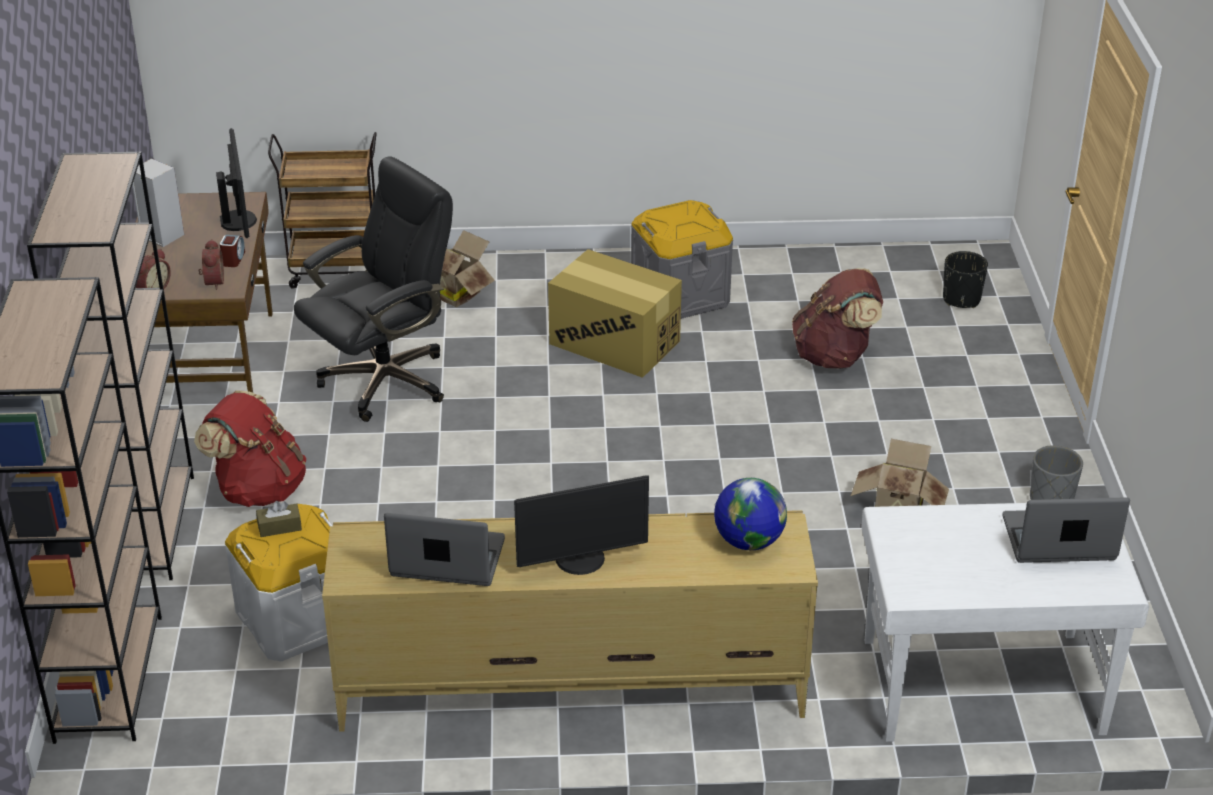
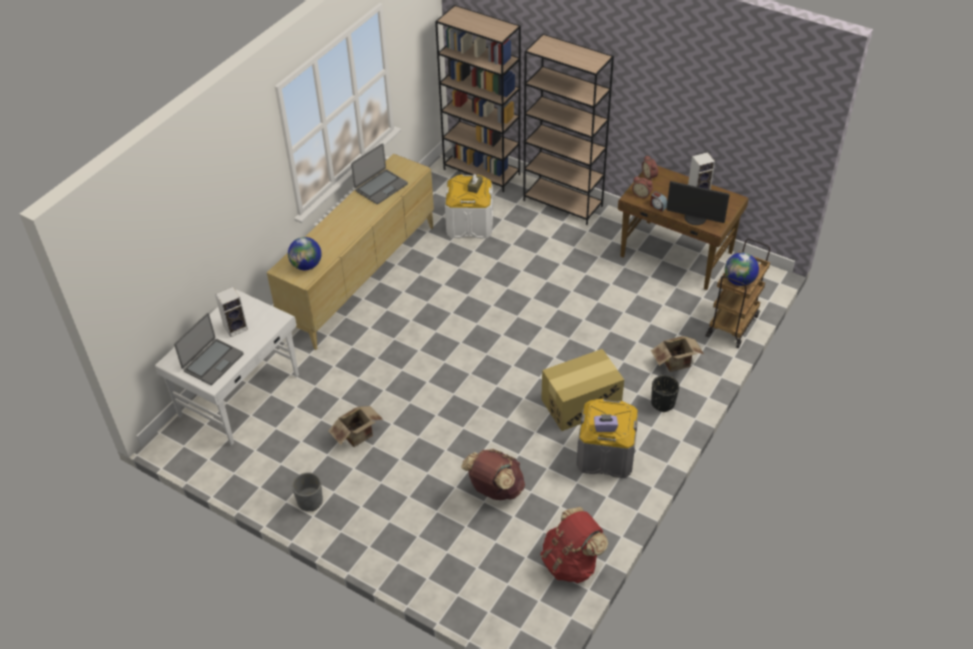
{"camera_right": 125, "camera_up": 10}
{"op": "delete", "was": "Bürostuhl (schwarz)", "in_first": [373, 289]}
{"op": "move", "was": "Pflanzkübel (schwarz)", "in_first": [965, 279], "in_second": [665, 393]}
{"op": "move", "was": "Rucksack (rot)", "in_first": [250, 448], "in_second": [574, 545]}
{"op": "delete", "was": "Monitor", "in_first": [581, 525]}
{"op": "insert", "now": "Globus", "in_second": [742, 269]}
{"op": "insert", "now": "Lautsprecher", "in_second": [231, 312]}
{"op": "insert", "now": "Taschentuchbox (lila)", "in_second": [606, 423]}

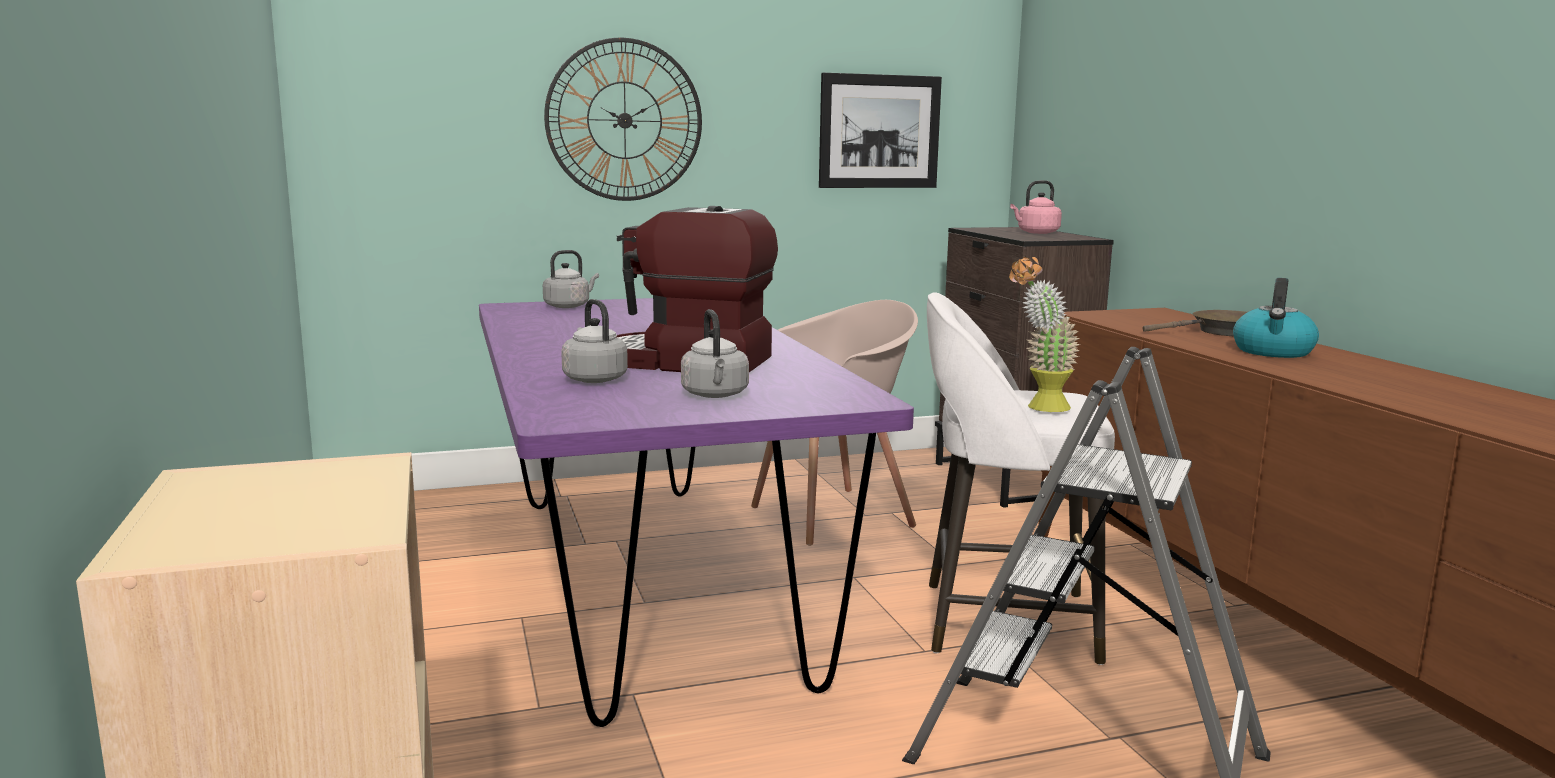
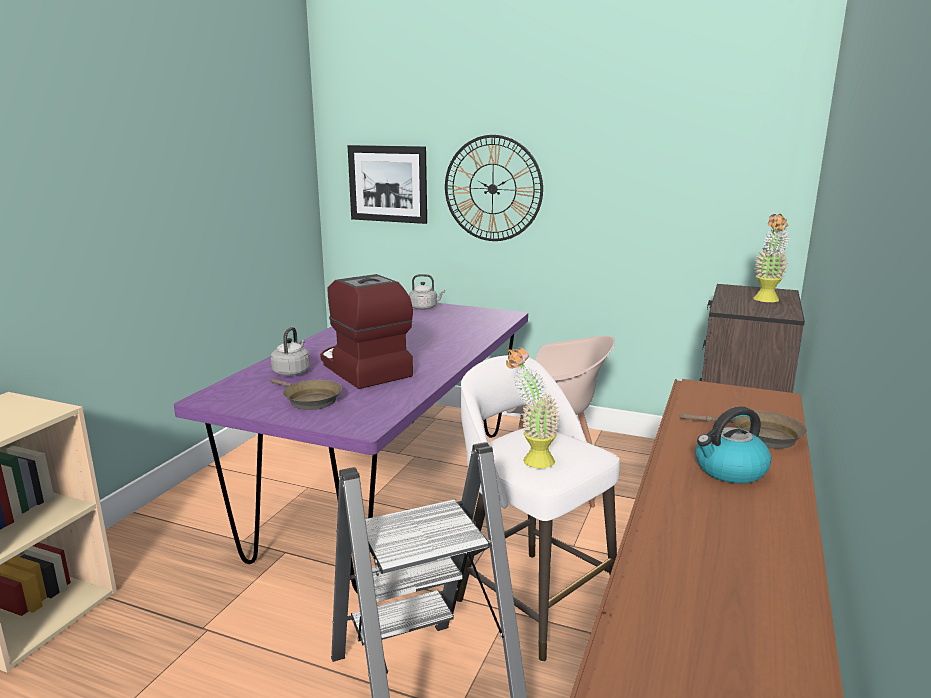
{"camera_right": 40, "camera_up": 5}
{"op": "move", "was": "Bild", "in_first": [880, 130], "in_second": [387, 184]}
{"op": "replace", "was": "Wasserkessel (rosa)", "now": "Topfpflanze", "in_first": [1036, 207], "in_second": [771, 258]}
{"op": "replace", "was": "Wasserkessel (grau)", "now": "Pfanne (braun)", "in_first": [715, 353], "in_second": [306, 394]}

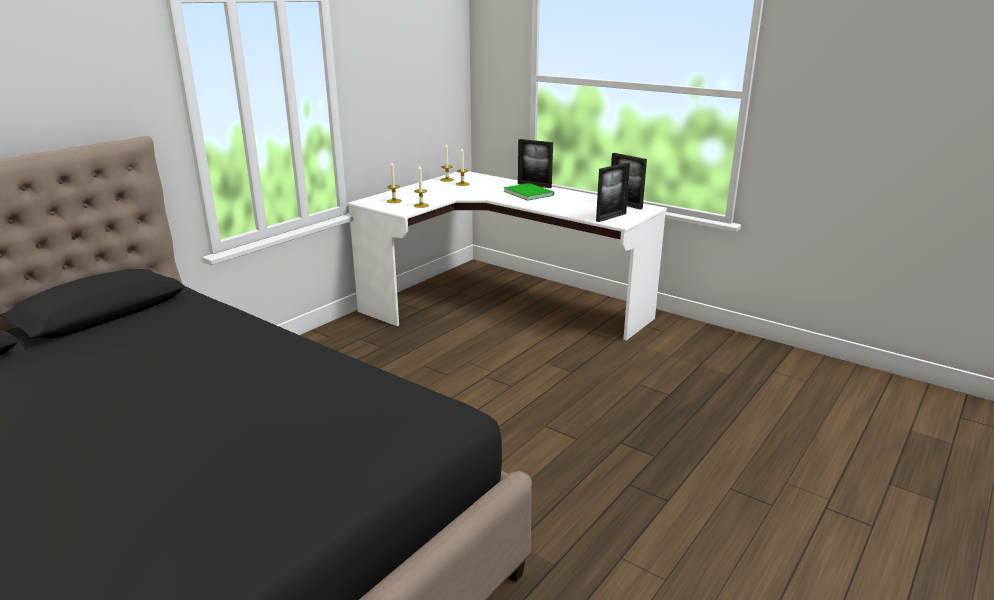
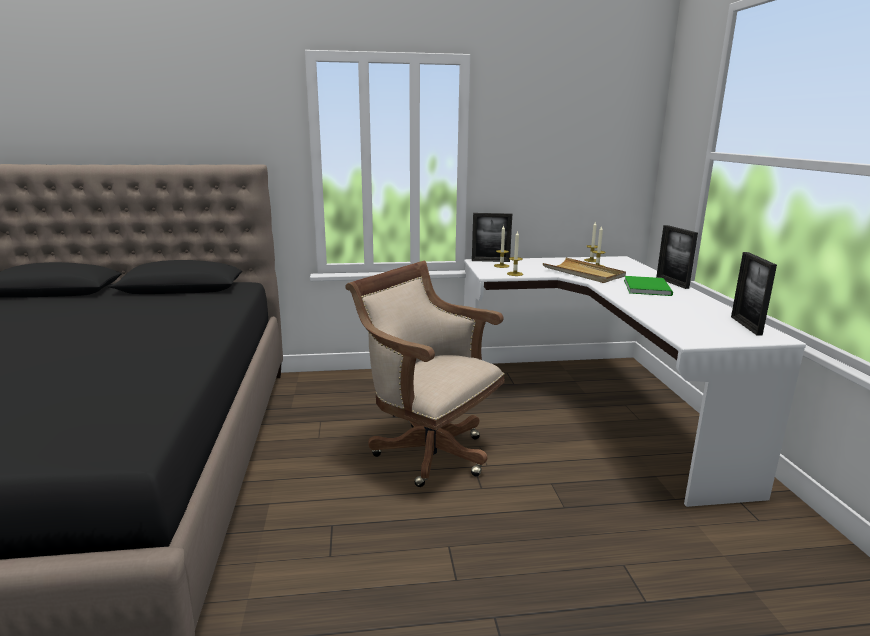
{"camera_right": 45, "camera_up": -5}
{"op": "move", "was": "Bilderrahmen", "in_first": [613, 192], "in_second": [492, 237]}
{"op": "insert", "now": "Tablett (beige)", "in_second": [584, 270]}
{"op": "insert", "now": "Bürostuhl", "in_second": [425, 374]}

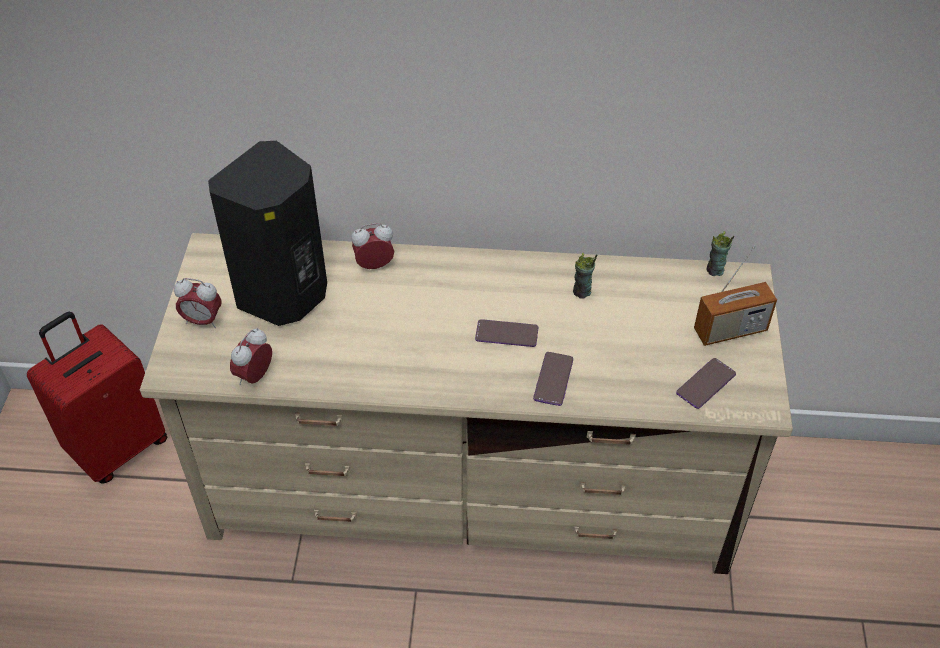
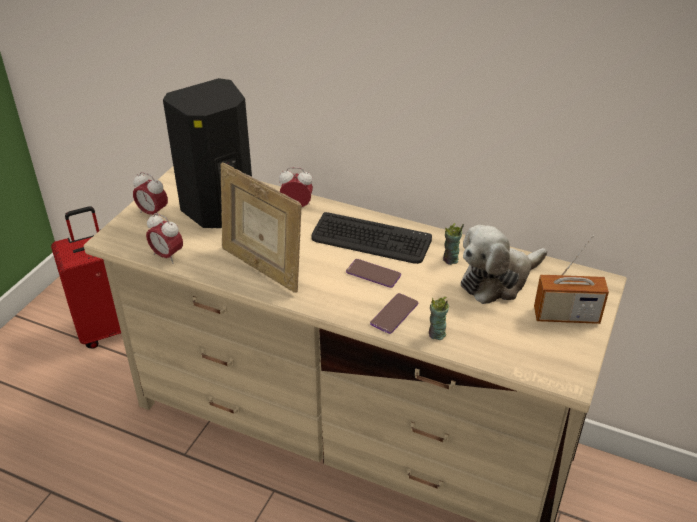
{"camera_right": 20, "camera_up": -10}
{"op": "move", "was": "Tasse", "in_first": [720, 253], "in_second": [439, 318]}
{"op": "rotate", "was": "Wecker", "in_first": [251, 356], "in_second": [164, 238], "clockwise": -105}
{"op": "delete", "was": "Handy", "in_first": [706, 383]}
{"op": "insert", "now": "Bilderrahmen", "in_second": [261, 227]}
{"op": "insert", "now": "Tastatur", "in_second": [371, 238]}
{"op": "insert", "now": "Plüschtier", "in_second": [504, 264]}

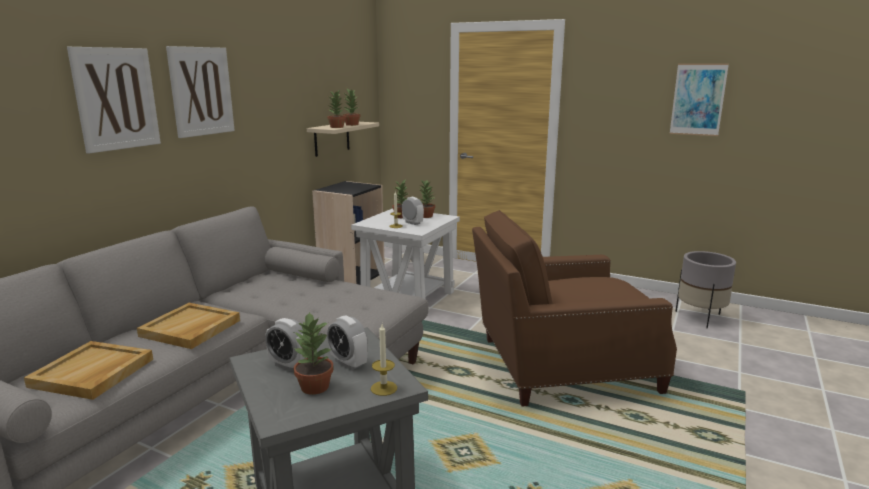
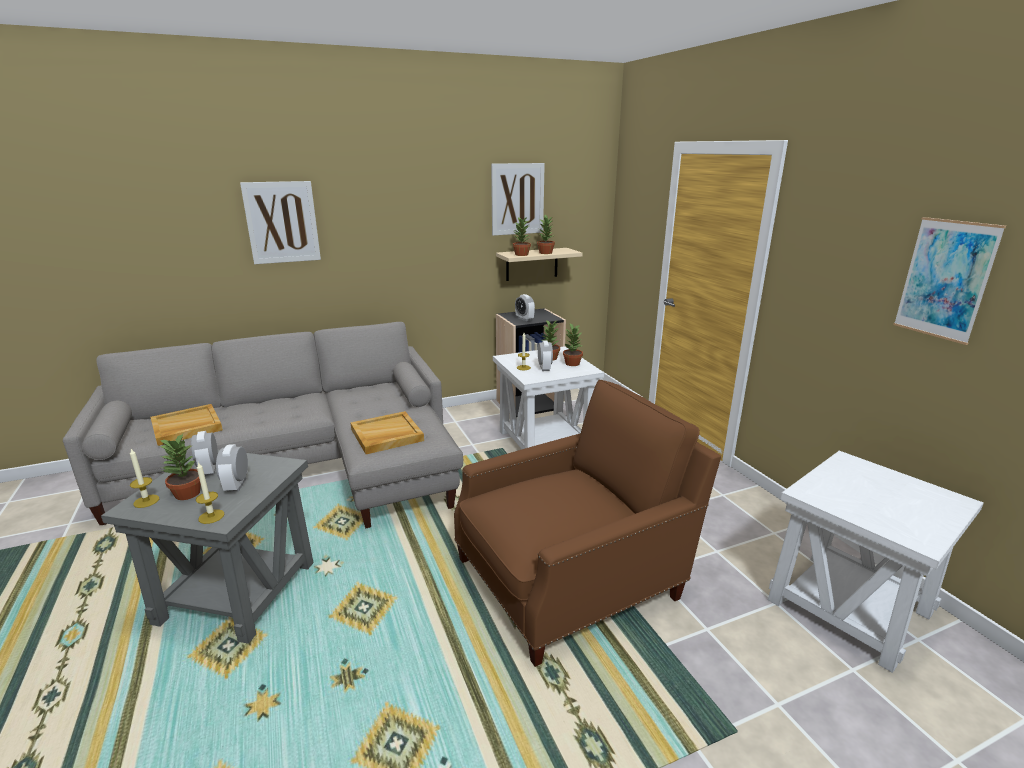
{"camera_right": 40, "camera_up": 5}
{"op": "move", "was": "Bild", "in_first": [200, 92], "in_second": [518, 199]}
{"op": "rotate", "was": "Sessel (braun)", "in_first": [574, 308], "in_second": [587, 523], "clockwise": 120}
{"op": "replace", "was": "Pflanzkübel (grau)", "now": "Beistelltisch (weiß)", "in_first": [706, 290], "in_second": [876, 562]}
{"op": "move", "was": "Tablett (beige)", "in_first": [188, 326], "in_second": [387, 432]}
{"op": "insert", "now": "Wecker", "in_second": [525, 307]}
{"op": "insert", "now": "Kerze", "in_second": [144, 478]}

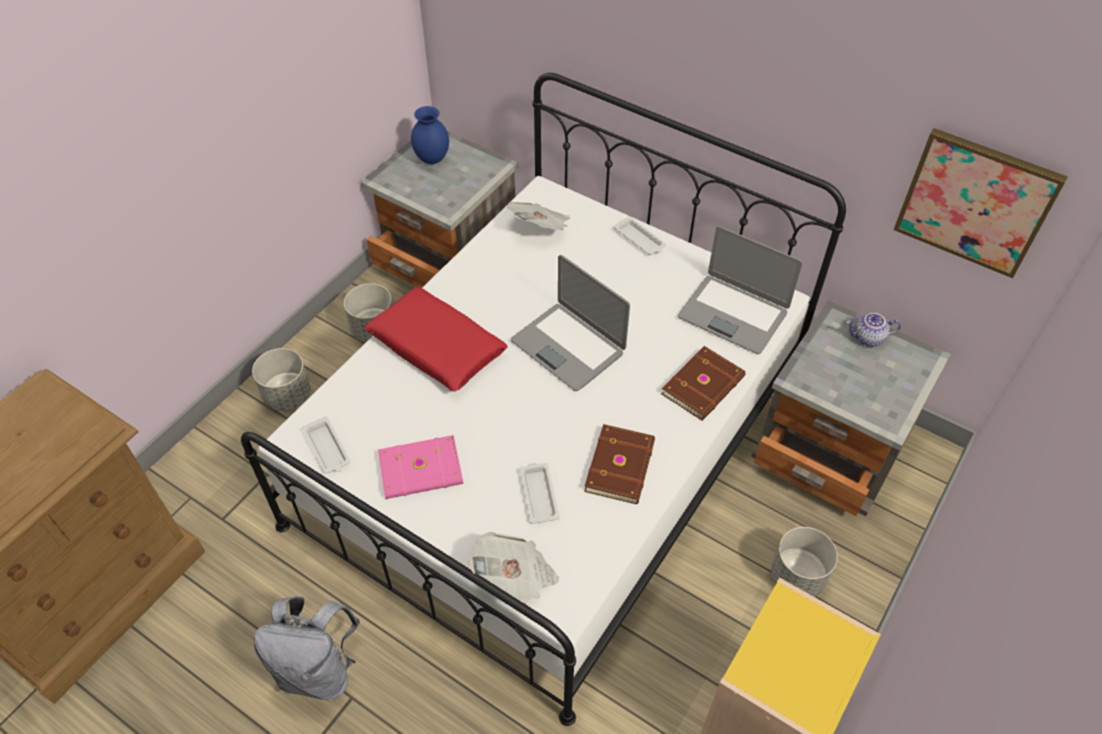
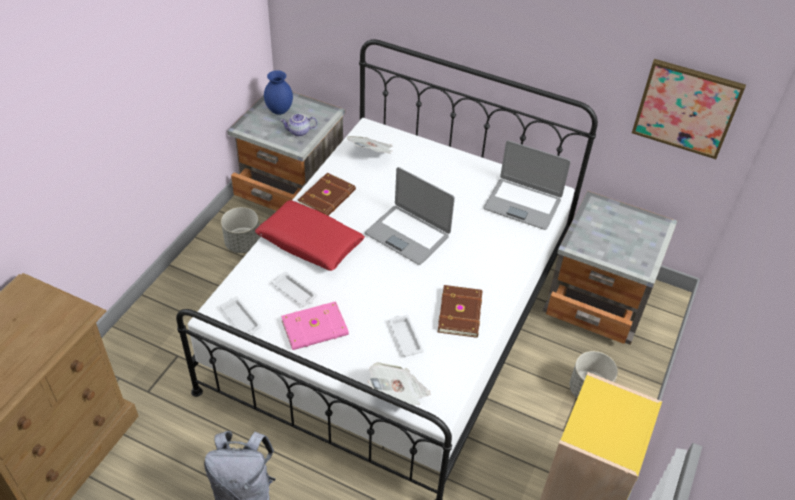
{"camera_right": -10, "camera_up": -5}
{"op": "move", "was": "Tablett (weiß)", "in_first": [640, 235], "in_second": [294, 289]}
{"op": "move", "was": "Teekanne", "in_first": [873, 330], "in_second": [298, 125]}
{"op": "move", "was": "Buch (braun)", "in_first": [704, 383], "in_second": [327, 194]}
{"op": "delete", "was": "Pflanzkübel (grau)", "in_first": [281, 379]}

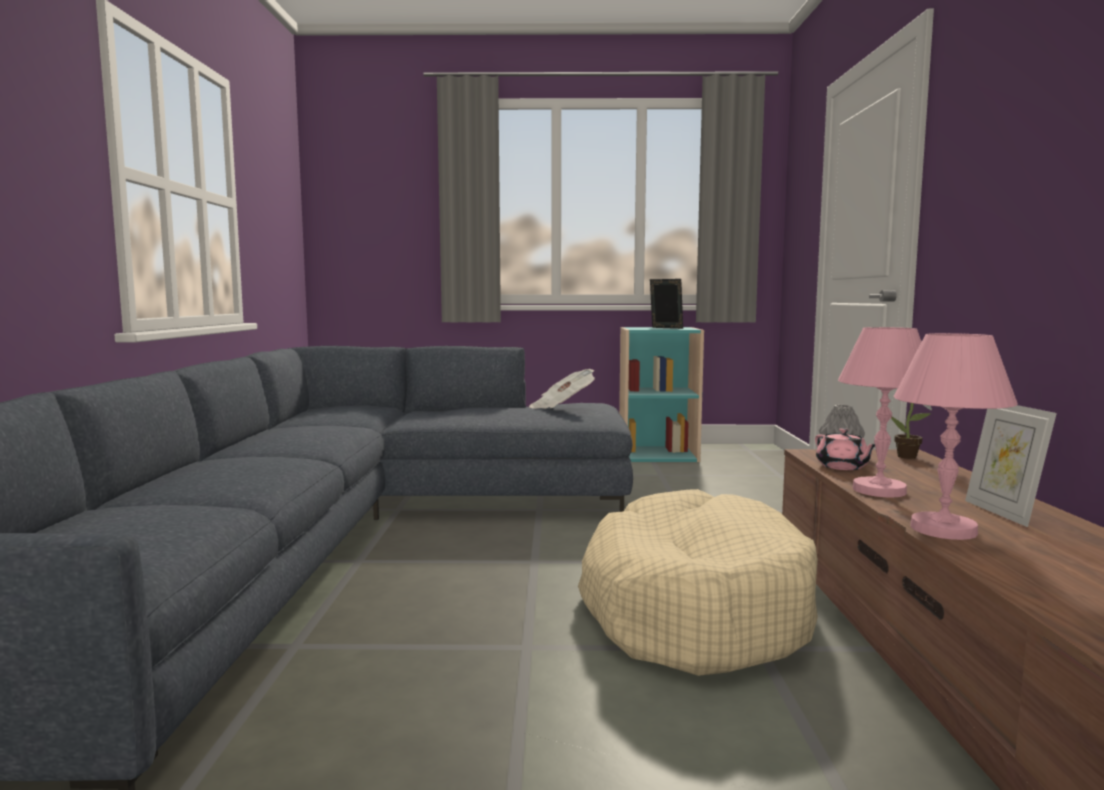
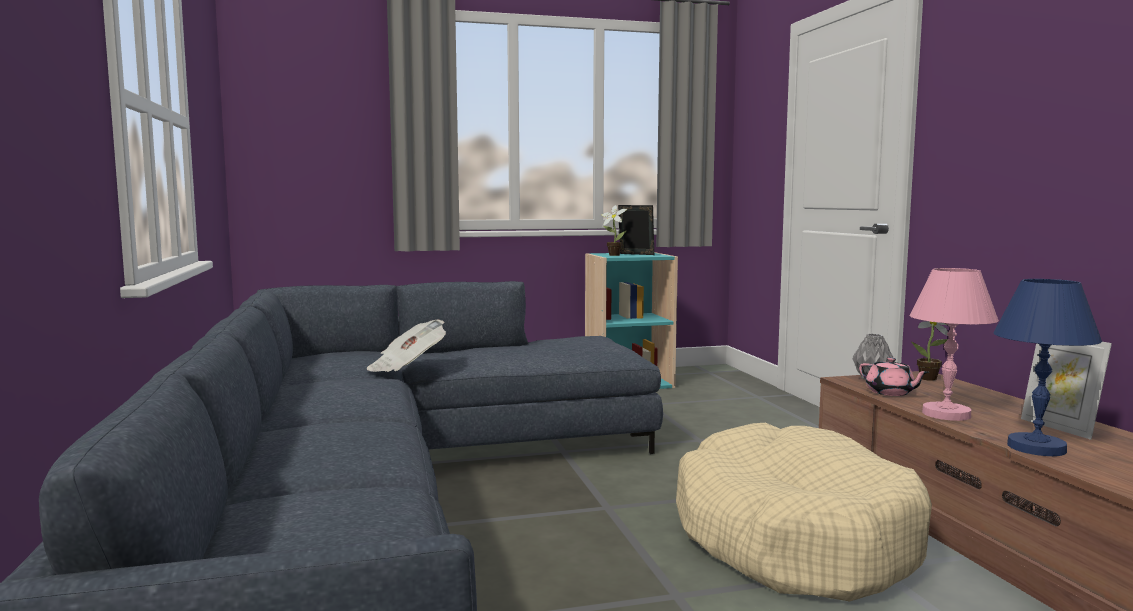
{"camera_right": -15, "camera_up": 0}
{"op": "recolor", "was": "Tischlampe (rosa)", "now": "Tischlampe (blau)", "in_first": [956, 436], "in_second": [1047, 367]}
{"op": "move", "was": "Zeitung", "in_first": [561, 389], "in_second": [406, 346]}
{"op": "insert", "now": "Topfpflanze", "in_second": [614, 230]}

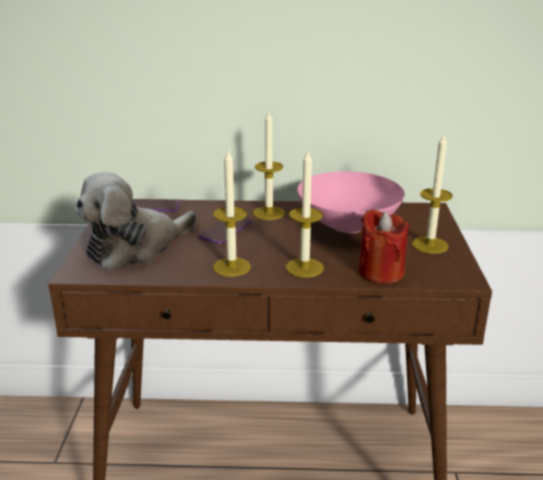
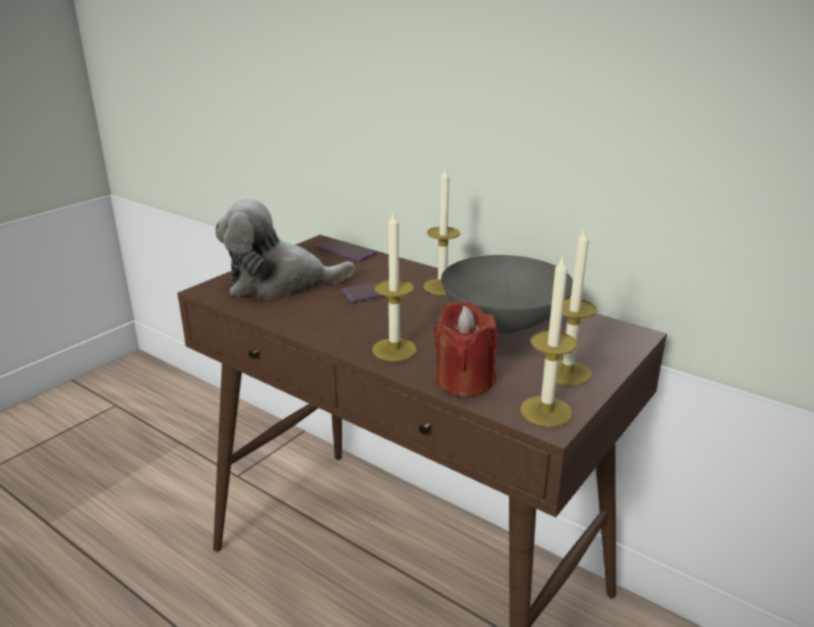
{"camera_right": 35, "camera_up": 0}
{"op": "move", "was": "Kerze", "in_first": [232, 213], "in_second": [548, 341]}
{"op": "recolor", "was": "Schüssel (rosa)", "now": "Schüssel (grau)", "in_first": [350, 202], "in_second": [507, 294]}

